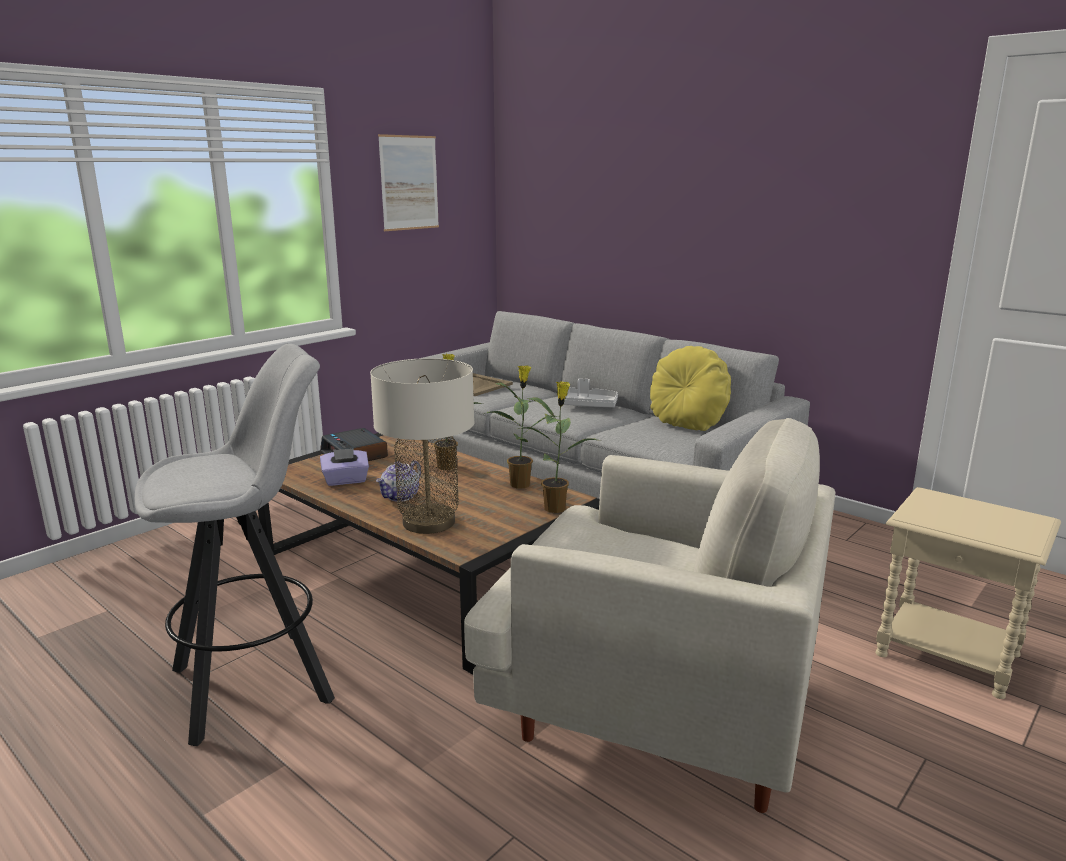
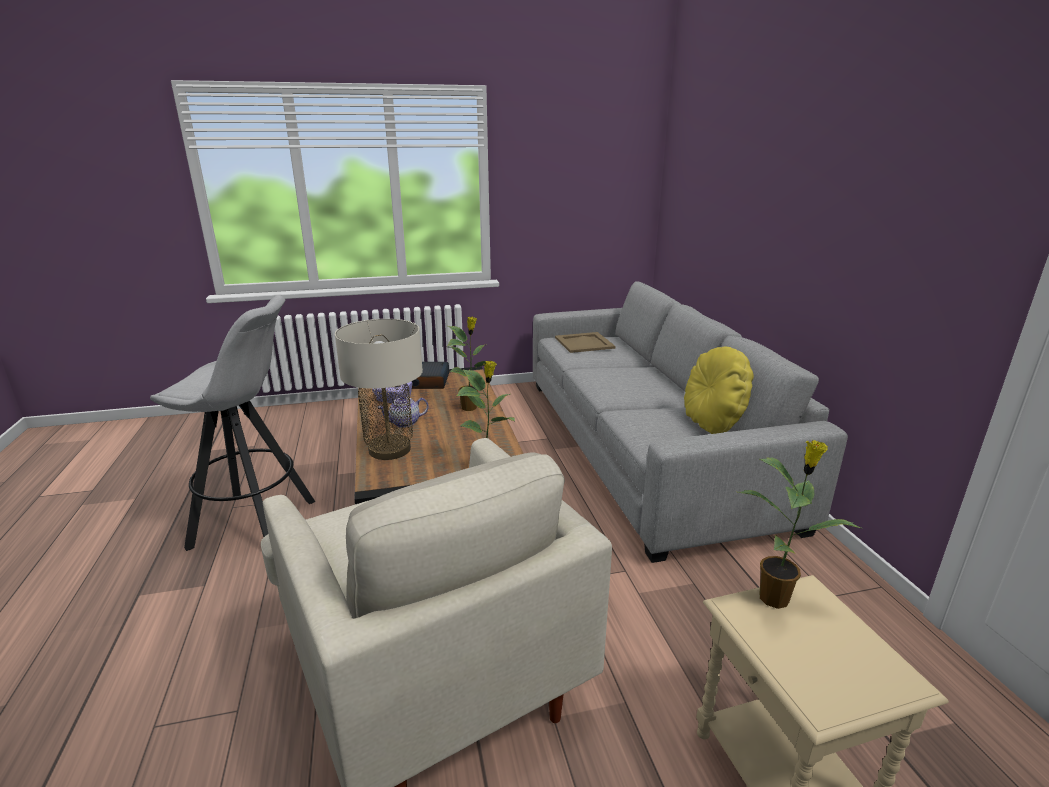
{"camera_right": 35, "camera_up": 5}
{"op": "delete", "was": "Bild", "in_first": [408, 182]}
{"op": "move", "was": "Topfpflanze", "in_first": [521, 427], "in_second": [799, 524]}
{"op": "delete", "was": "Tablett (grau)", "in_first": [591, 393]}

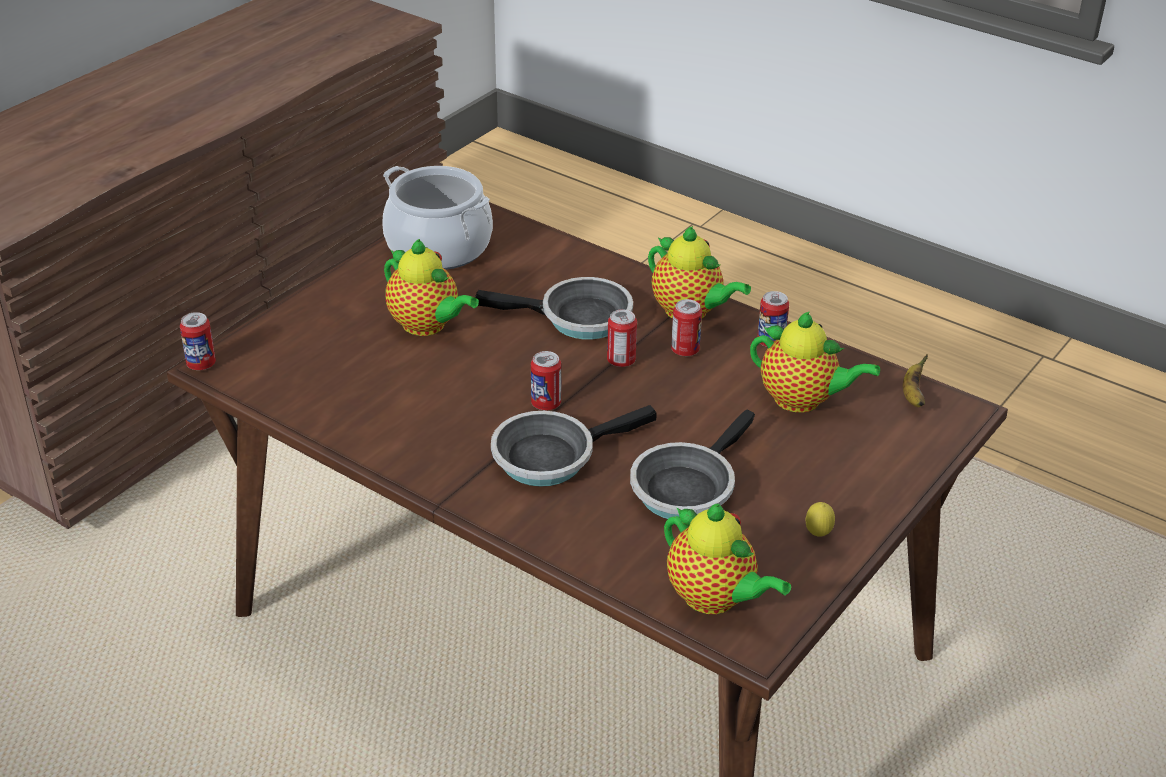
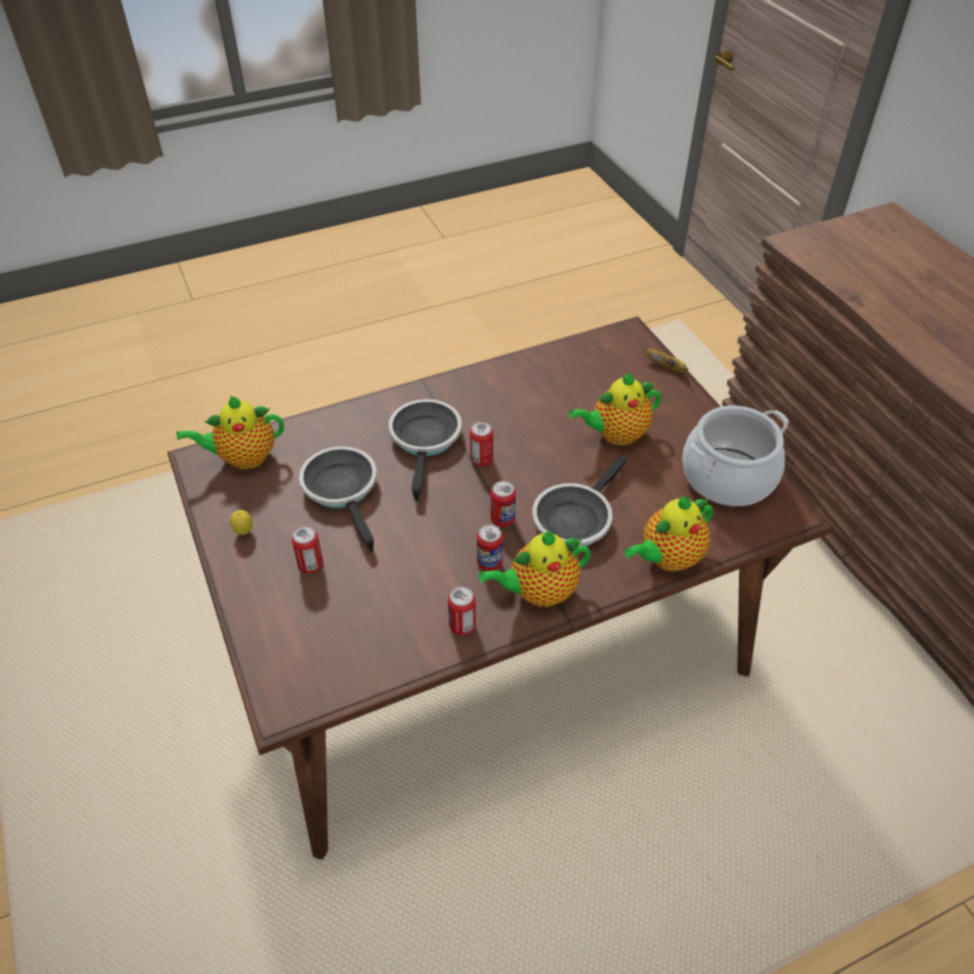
{"camera_right": 120, "camera_up": 10}
{"op": "move", "was": "Dose", "in_first": [198, 341], "in_second": [307, 549]}
{"op": "move", "was": "Teekanne", "in_first": [815, 362], "in_second": [668, 534]}
{"op": "move", "was": "Banane", "in_first": [915, 380], "in_second": [666, 360]}

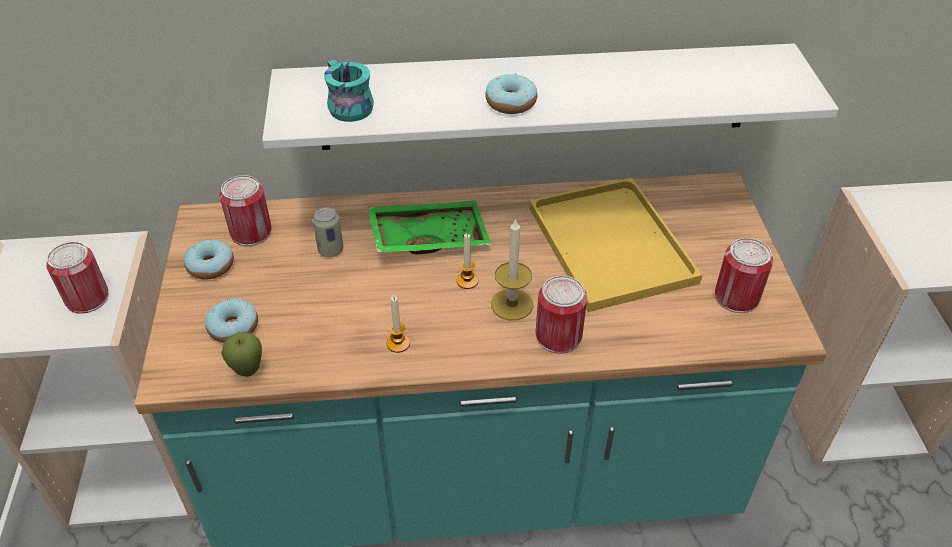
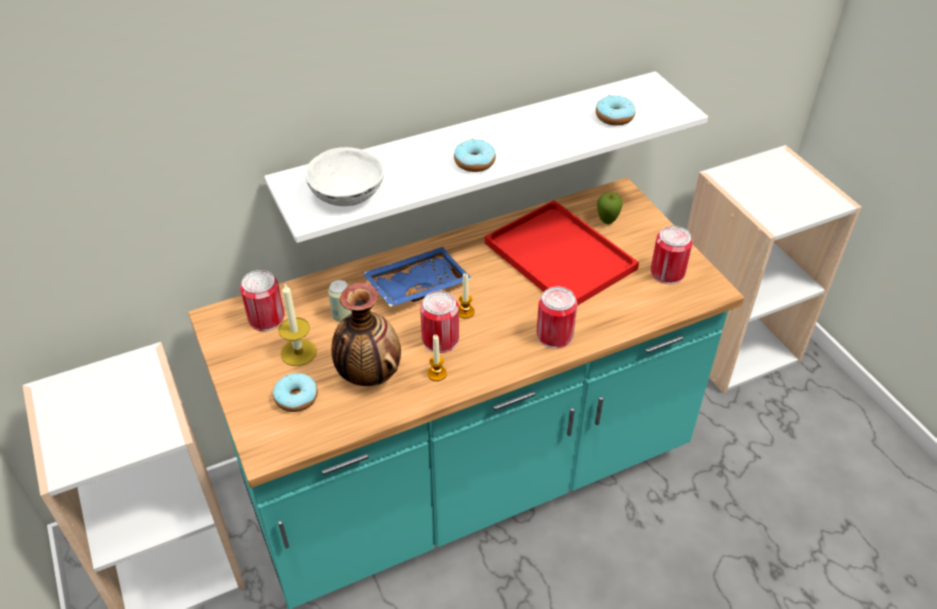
{"camera_right": -20, "camera_up": 0}
{"op": "replace", "was": "Henkelbecher (türkis)", "now": "Schüssel (weiß)", "in_first": [349, 91], "in_second": [345, 176]}
{"op": "recolor", "was": "Tablett (gelb)", "now": "Tablett (rot)", "in_first": [615, 245], "in_second": [562, 253]}
{"op": "recolor", "was": "Tablett (grün)", "now": "Tablett (blau)", "in_first": [429, 227], "in_second": [417, 277]}
{"op": "move", "was": "Kerze", "in_first": [512, 269], "in_second": [297, 325]}
{"op": "move", "was": "Donut", "in_first": [209, 259], "in_second": [615, 110]}
{"op": "move", "was": "Dose", "in_first": [77, 278], "in_second": [439, 322]}
{"op": "move", "was": "Apfel", "in_first": [241, 354], "in_second": [610, 208]}
{"op": "insert", "now": "Vase", "in_second": [366, 334]}

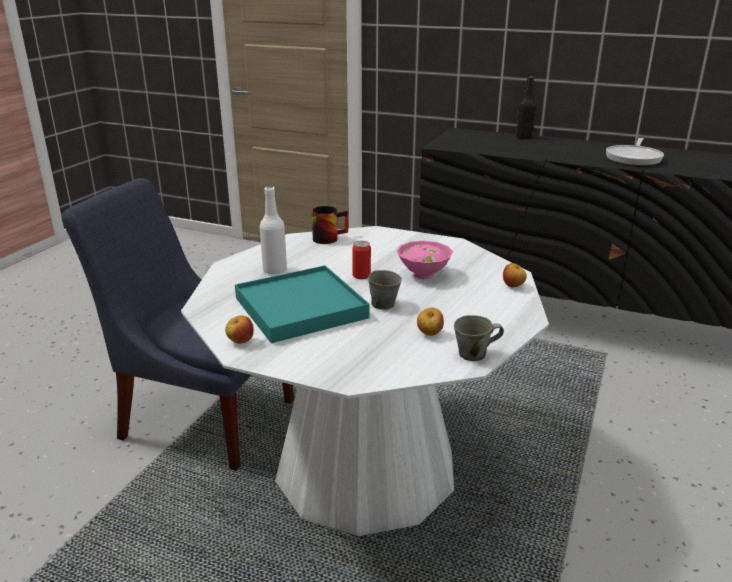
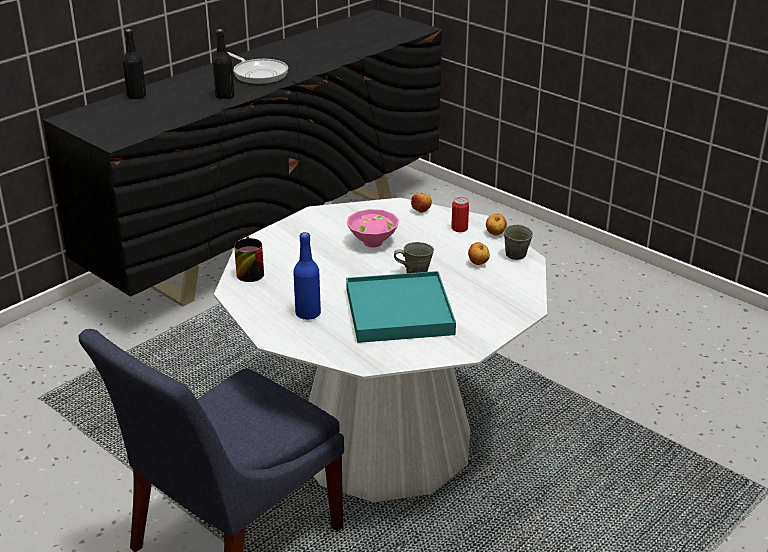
{"camera_right": -70, "camera_up": 5}
{"op": "recolor", "was": "Flasche (weiß)", "now": "Flasche (blau)", "in_first": [273, 230], "in_second": [307, 276]}
{"op": "move", "was": "Dose", "in_first": [361, 260], "in_second": [460, 214]}
{"op": "move", "was": "Apfel", "in_first": [239, 329], "in_second": [496, 224]}
{"op": "insert", "now": "Flasche (schwarz)", "in_second": [224, 64]}

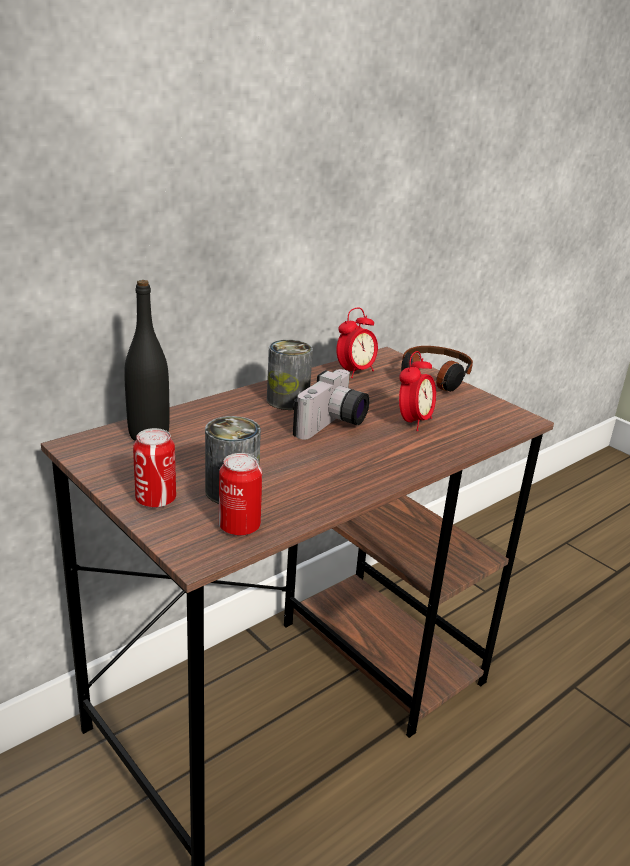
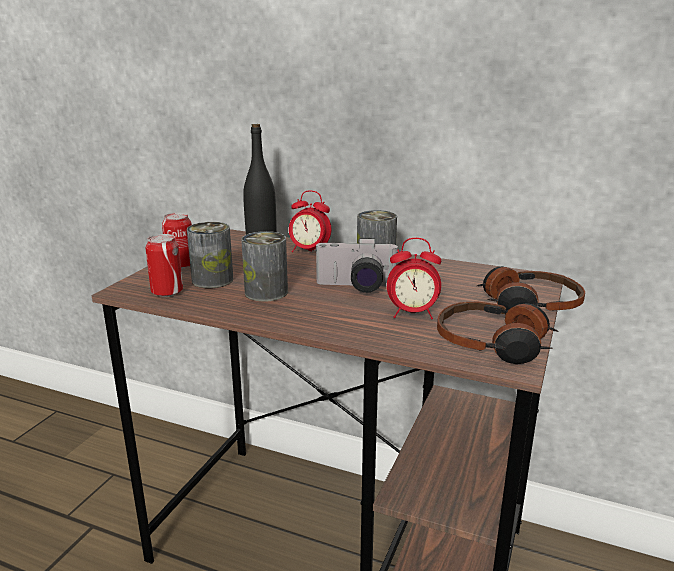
{"camera_right": 65, "camera_up": -5}
{"op": "move", "was": "Wecker", "in_first": [357, 343], "in_second": [310, 221]}
{"op": "insert", "now": "Dose", "in_second": [264, 266]}
{"op": "insert", "now": "Kopfhörer", "in_second": [498, 333]}

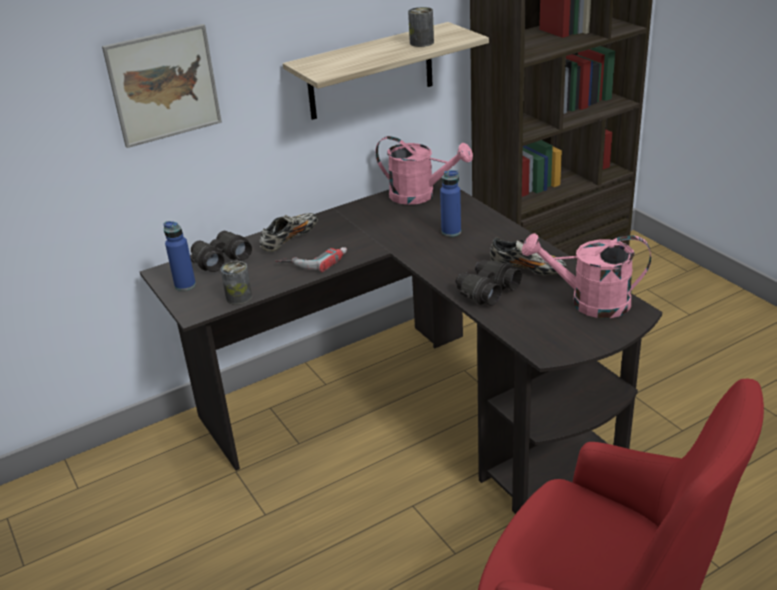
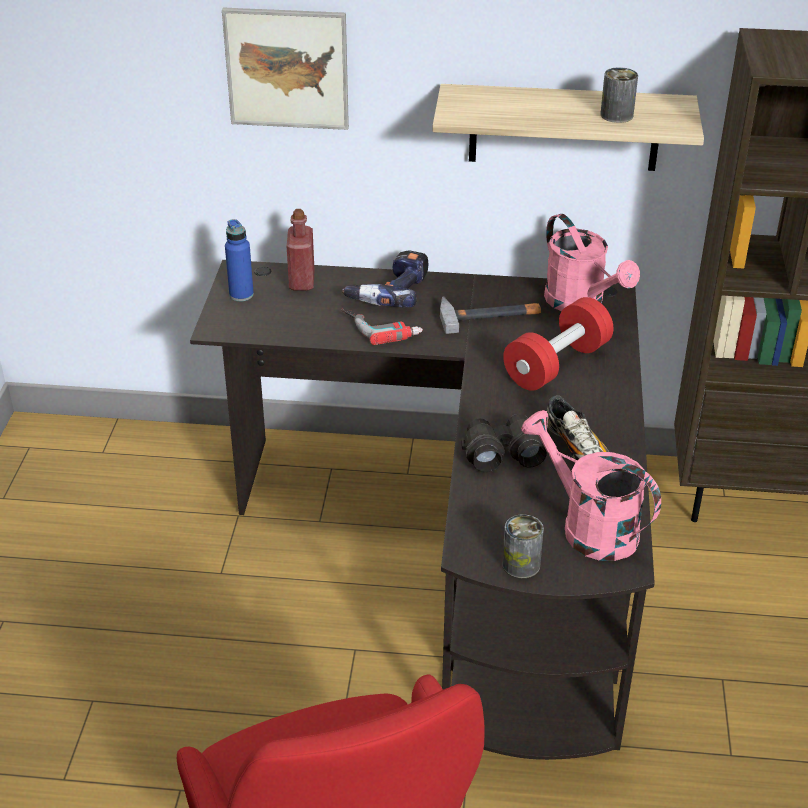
{"camera_right": 35, "camera_up": 5}
{"op": "replace", "was": "Flasche (blau)", "now": "Hantel (rot)", "in_first": [450, 203], "in_second": [558, 344]}
{"op": "replace", "was": "Schuh", "now": "Bohrmaschine", "in_first": [289, 232], "in_second": [385, 279]}
{"op": "replace", "was": "Fernglas (schwarz)", "now": "Flasche (rot)", "in_first": [221, 251], "in_second": [301, 249]}
{"op": "move", "was": "Dose", "in_first": [236, 283], "in_second": [523, 546]}
{"op": "insert", "now": "Hammer", "in_second": [490, 315]}

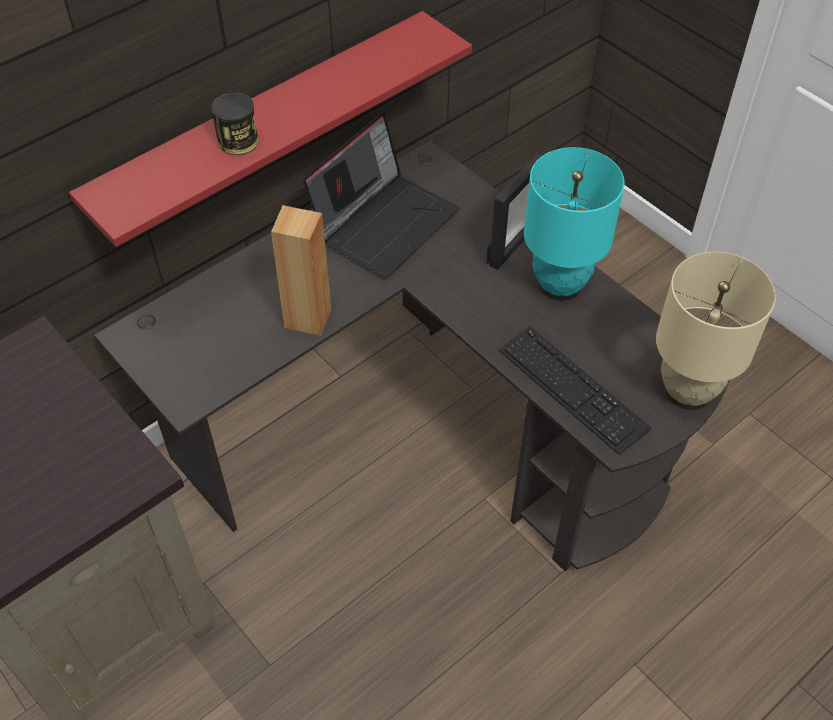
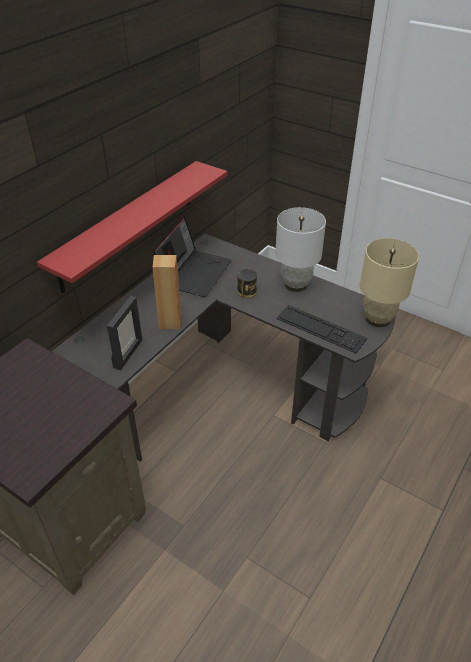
{"camera_right": -15, "camera_up": -10}
{"op": "move", "was": "Dose", "in_first": [235, 124], "in_second": [247, 283]}
{"op": "recolor", "was": "Tischlampe (türkis)", "now": "Tischlampe (weiß)", "in_first": [574, 224], "in_second": [300, 249]}
{"op": "move", "was": "Bilderrahmen", "in_first": [514, 212], "in_second": [124, 333]}

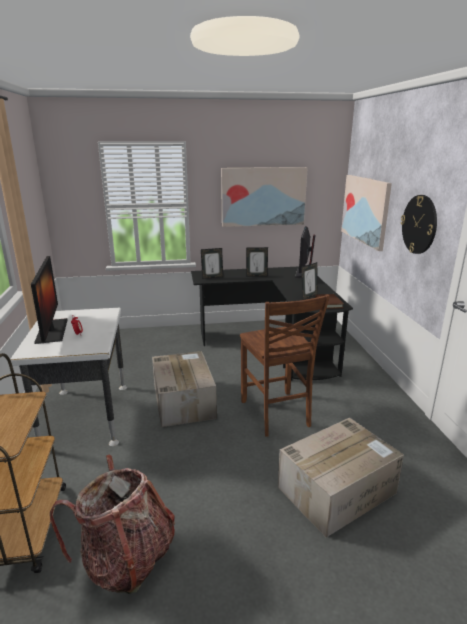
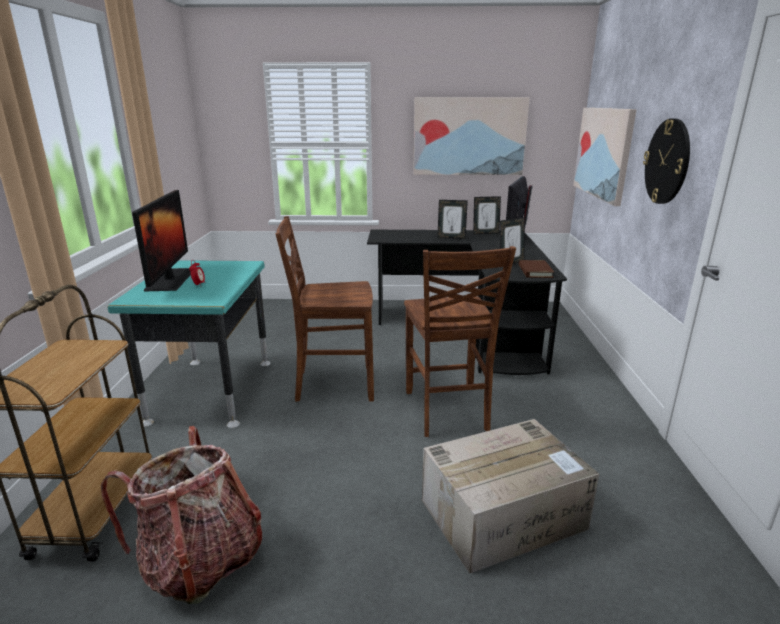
{"camera_right": 10, "camera_up": 0}
{"op": "move", "was": "Bilderrahmen", "in_first": [212, 263], "in_second": [487, 215]}
{"op": "recolor", "was": "Schreibtisch (weiß)", "now": "Schreibtisch (türkis)", "in_first": [68, 377], "in_second": [189, 344]}
{"op": "replace", "was": "Karton", "now": "Stuhl (braun)", "in_first": [184, 389], "in_second": [324, 309]}

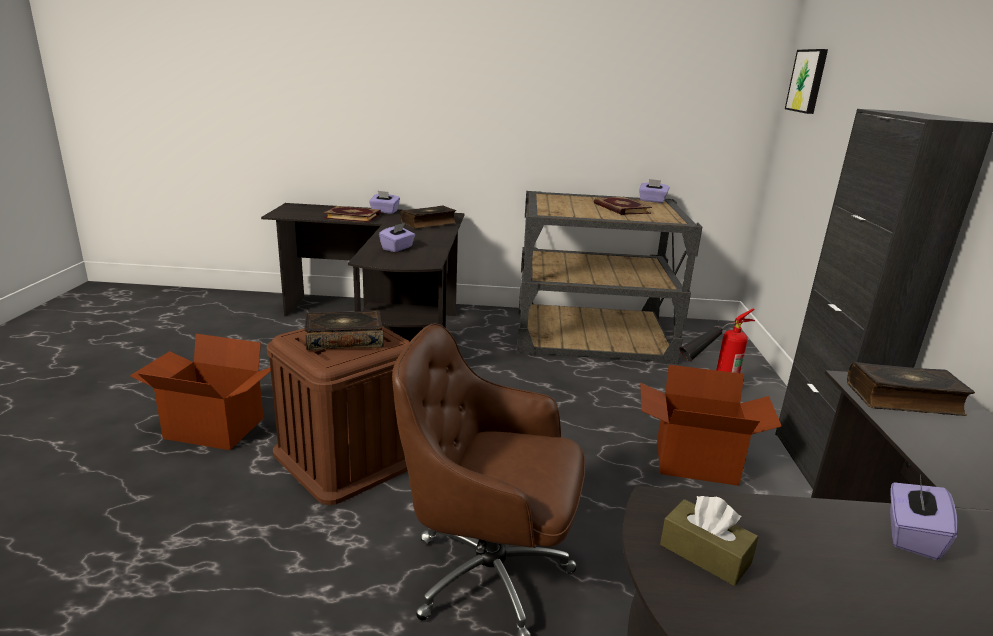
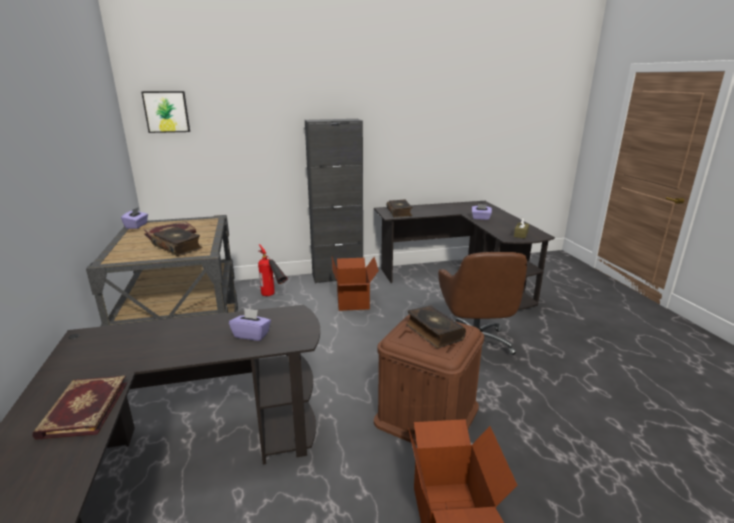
{"camera_right": -105, "camera_up": 0}
{"op": "delete", "was": "Taschentuchbox (lila)", "in_first": [384, 202]}
{"op": "move", "was": "Buch", "in_first": [428, 217], "in_second": [177, 241]}

